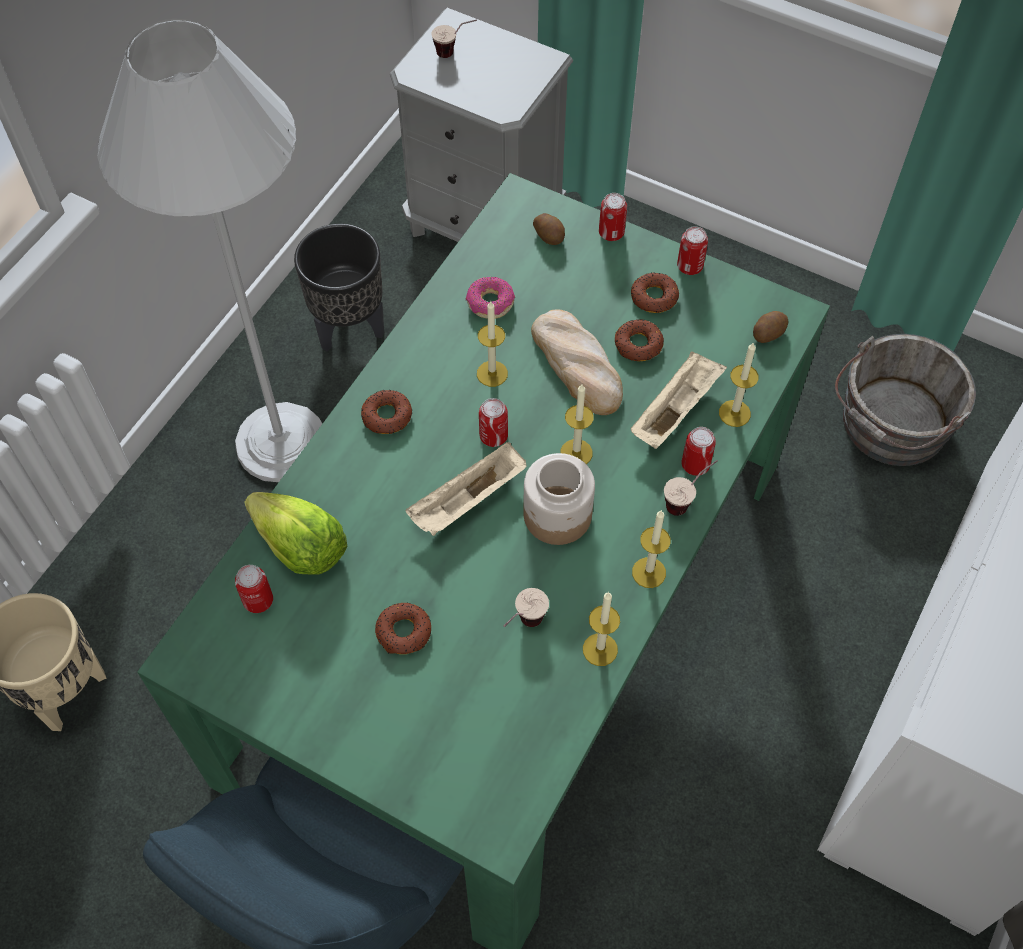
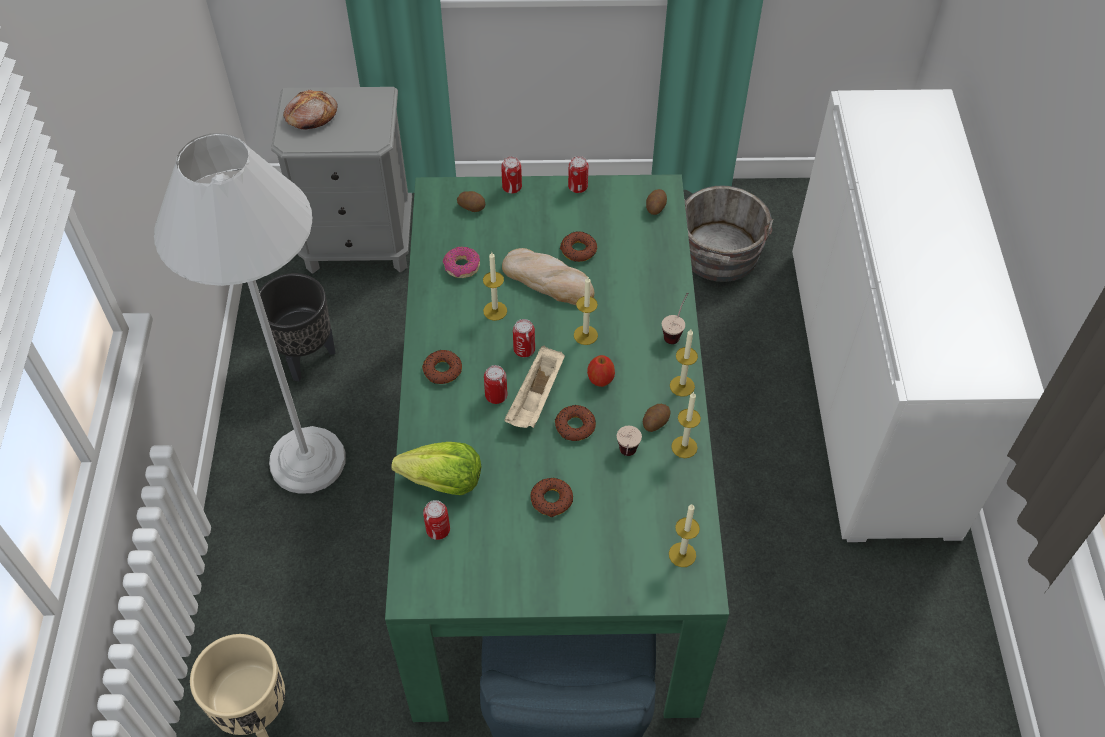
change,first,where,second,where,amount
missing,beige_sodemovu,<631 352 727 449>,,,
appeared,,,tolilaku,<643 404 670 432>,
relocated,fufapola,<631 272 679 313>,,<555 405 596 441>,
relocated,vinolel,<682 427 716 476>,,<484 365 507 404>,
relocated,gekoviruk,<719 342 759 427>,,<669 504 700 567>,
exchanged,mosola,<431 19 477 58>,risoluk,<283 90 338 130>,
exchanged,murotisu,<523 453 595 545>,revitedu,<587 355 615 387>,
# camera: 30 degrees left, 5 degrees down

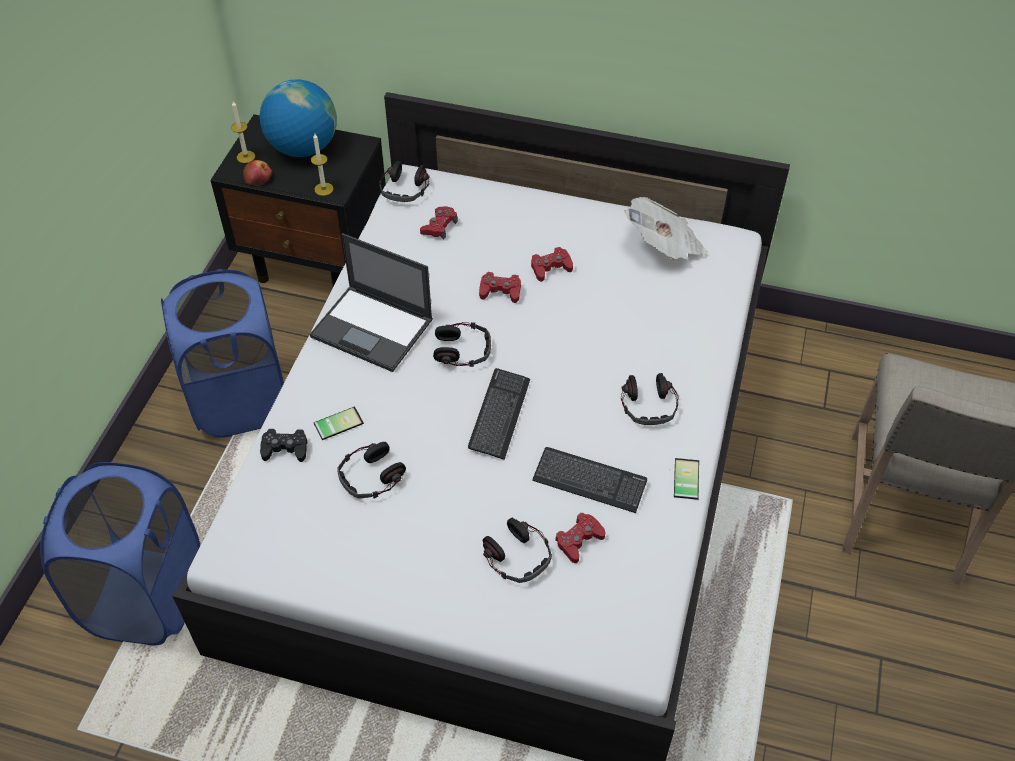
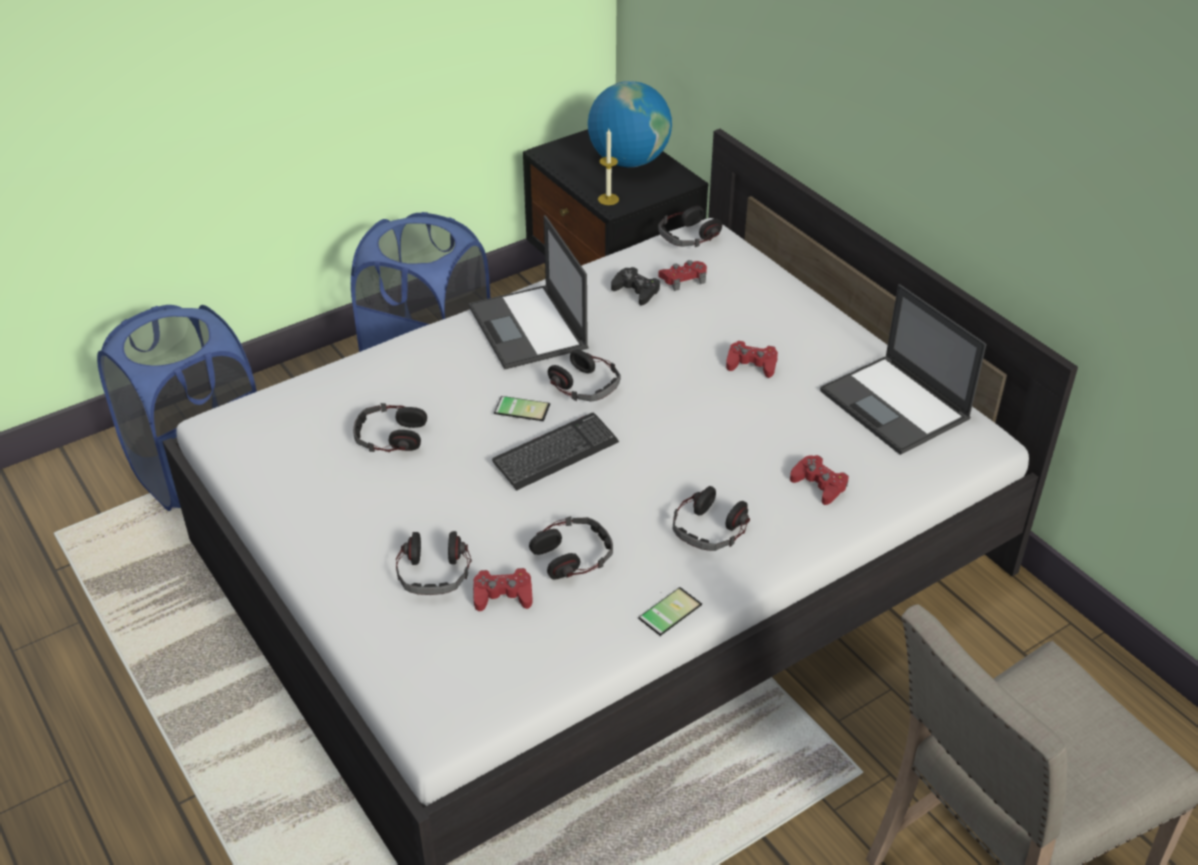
change,first,where,second,where,amount
missing,gekoviruk,<231 101 255 163>,,,
missing,revitedu,<243 160 272 185>,,,
relocated,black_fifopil,<260 429 307 462>,,<611 267 660 306>,
relocated,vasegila,<314 406 364 440>,,<494 396 550 421>,
relocated,red_fifopil,<479 272 521 303>,,<790 455 849 505>,
exchanged,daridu,<532 447 647 513>,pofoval,<529 516 613 579>,
exchanged,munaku,<625 197 708 260>,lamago,<820 284 986 455>,
# camera: 40 degrees right, 10 degrees down

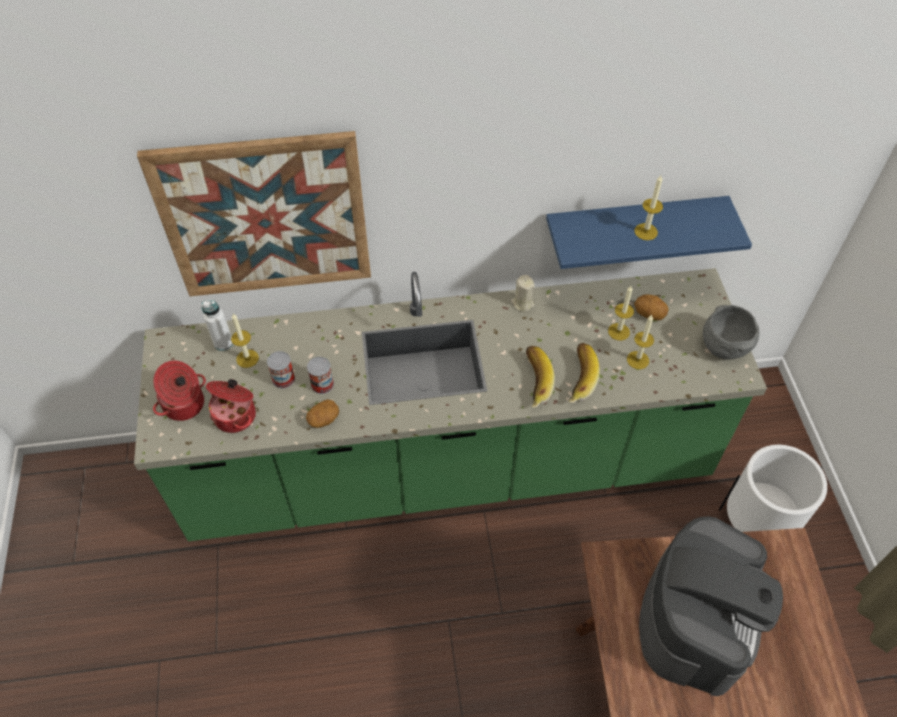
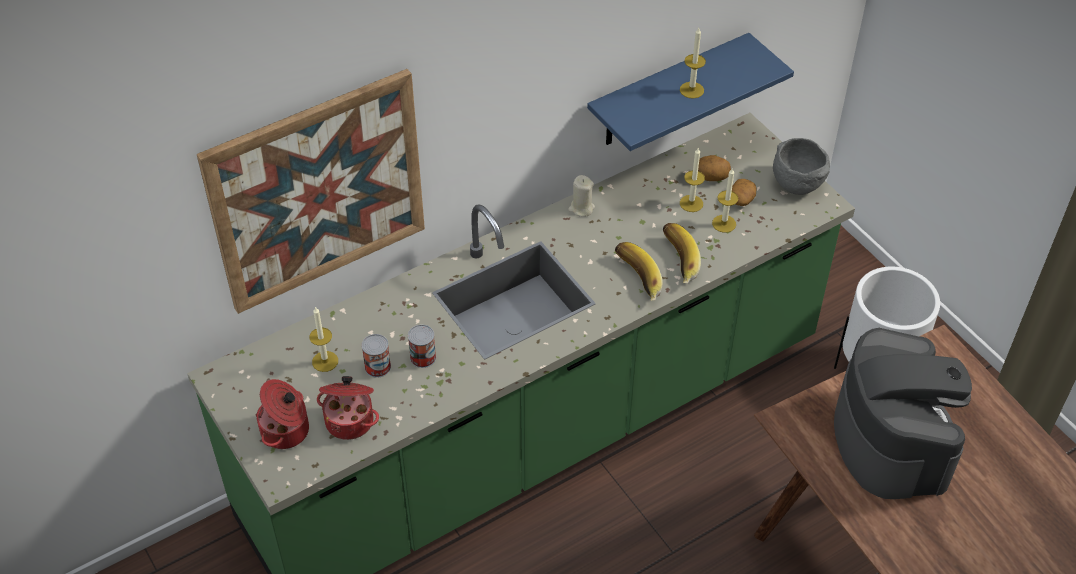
change,first,where,second,where,amount
missing,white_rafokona,<201 300 233 351>,,,
relocated,tolilaku,<306 399 339 428>,,<732 179 756 206>,
# camera: 25 degrees left, 5 degrees down

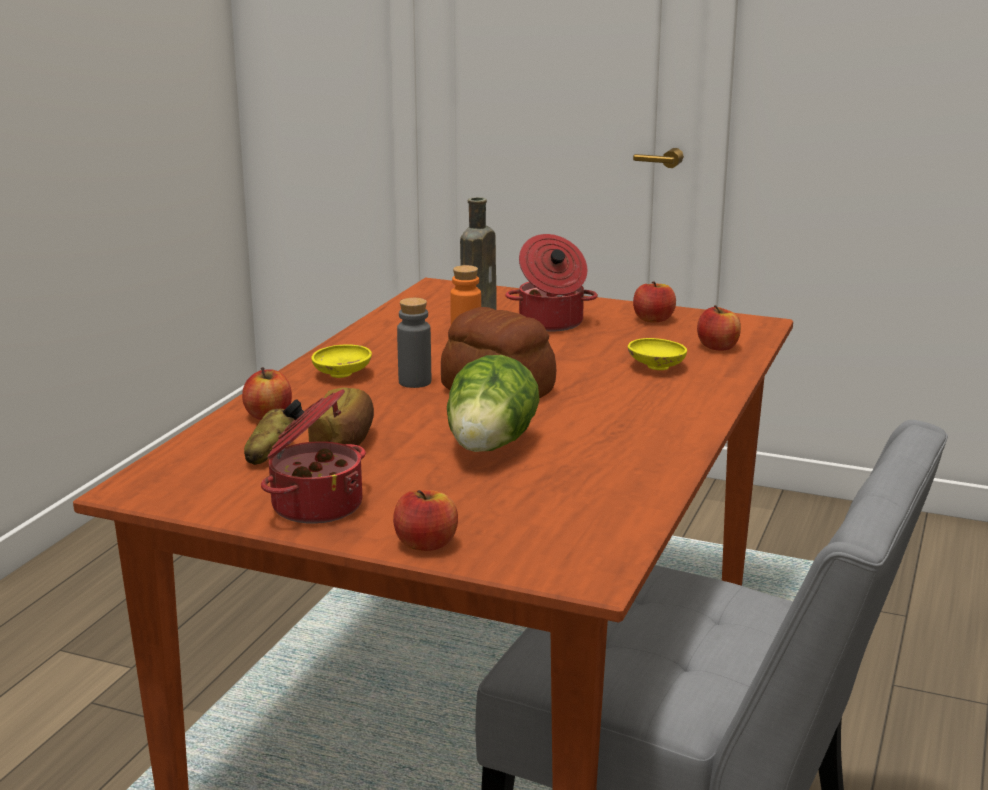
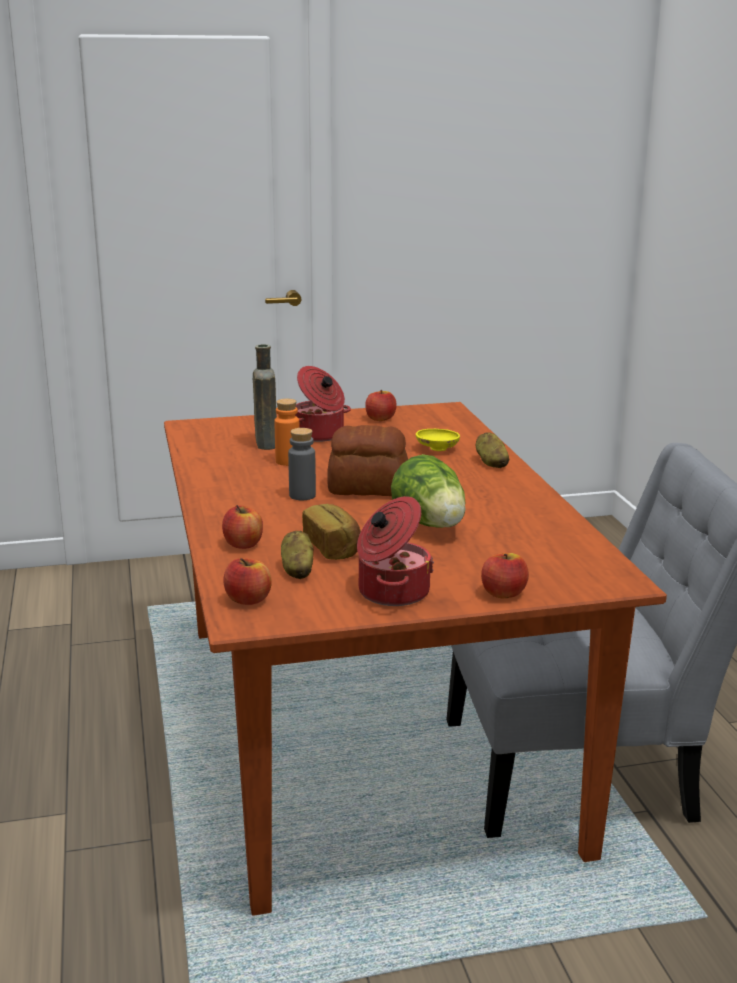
change,first,where,second,where,amount
missing,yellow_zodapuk,<311 344 372 378>,,,
appeared,,,tolilaku,<476 433 510 468>,
relocated,revitedu,<697 305 741 350>,,<224 558 272 605>,
# camera: 35 degrees left, 0 degrees up

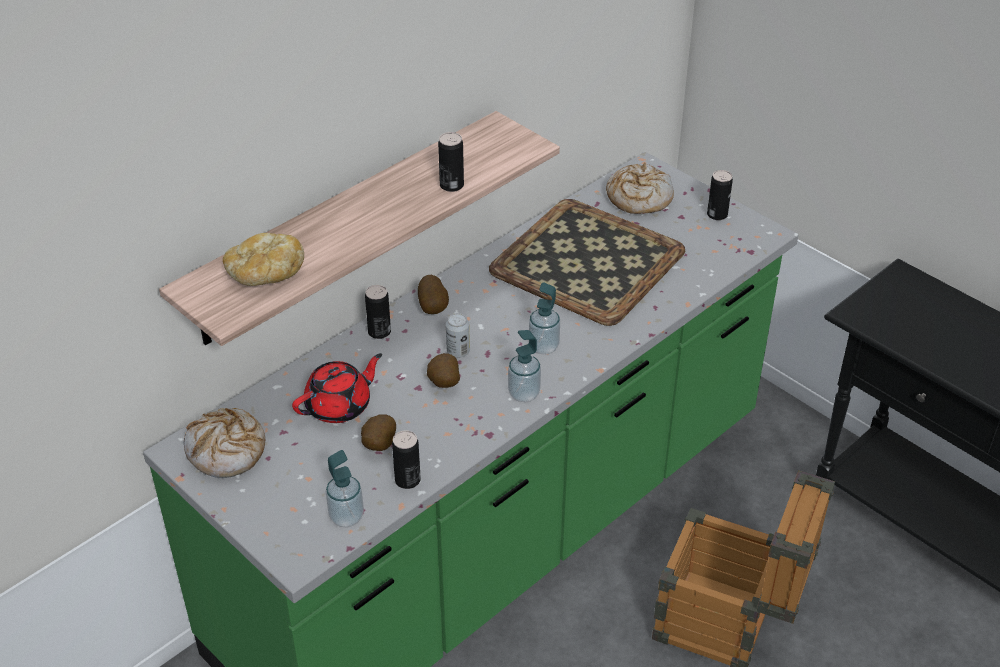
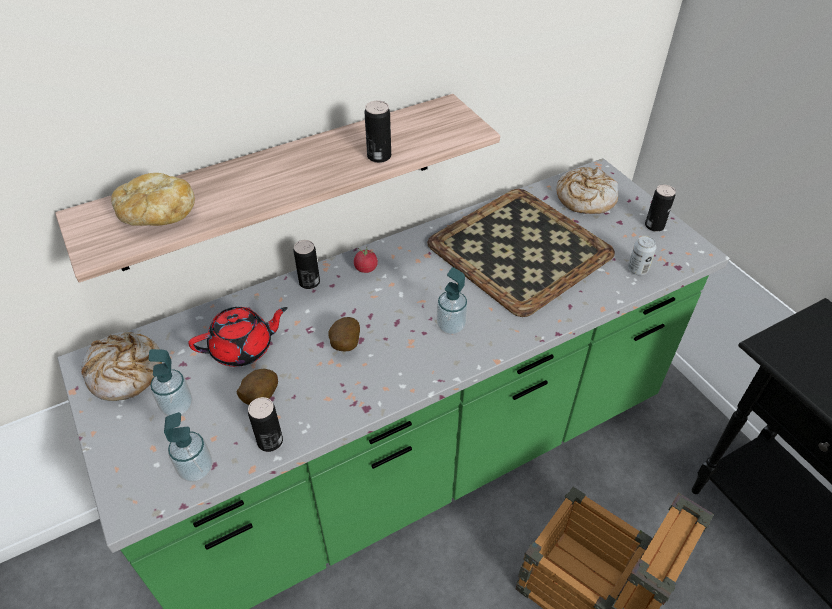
change,first,where,second,where,amount
relocated,vinolel,<446 313 470 358>,,<628 236 657 275>,
relocated,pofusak,<508 330 541 402>,,<149 349 192 416>,
exchanged,tolilaku,<418 275 449 314>,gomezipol,<354 246 378 273>,
# camera: 15 degrees right, 5 degrees up

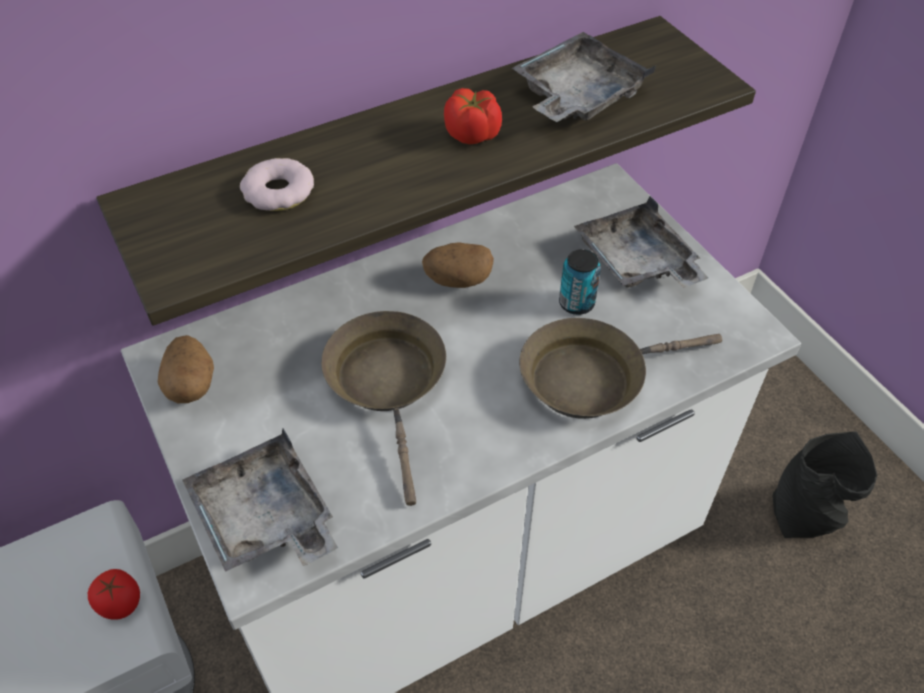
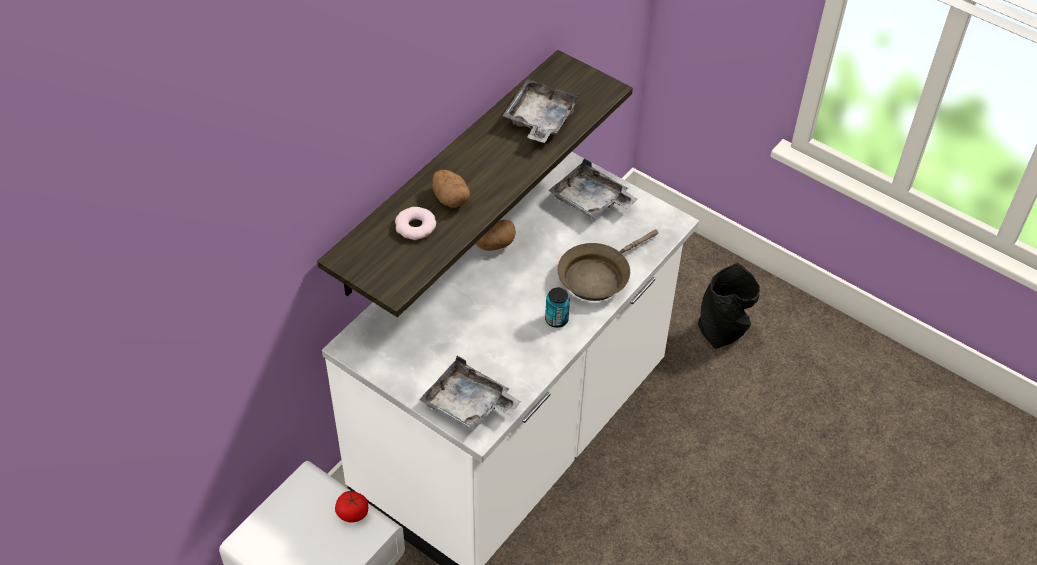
change,first,where,second,where,amount
missing,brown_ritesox,<321 311 446 506>,,,
missing,gomezipol,<444 88 502 144>,,,
relocated,tolilaku,<158 335 214 403>,,<432 170 470 208>,
relocated,vinolel,<559 249 601 315>,,<545 288 570 328>,
# camera: 25 degrees left, 0 degrees up

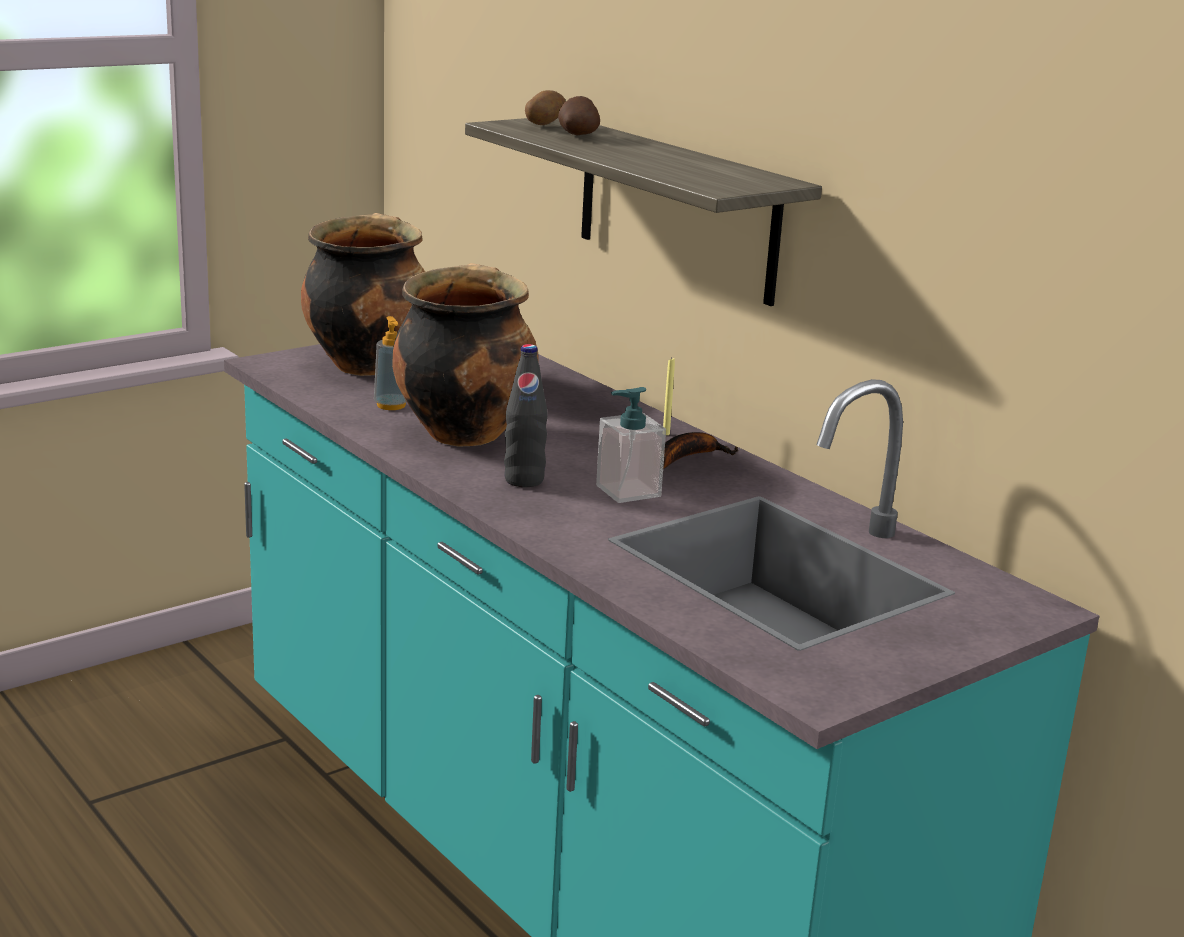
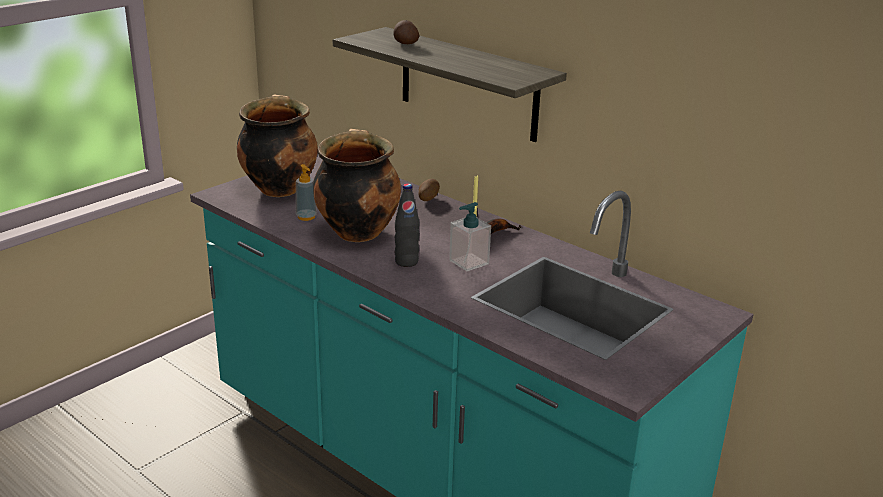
change,first,where,second,where,amount
relocated,tolilaku,<525 90 566 125>,,<418 179 440 201>,
# camera: 10 degrees left, 5 degrees up

